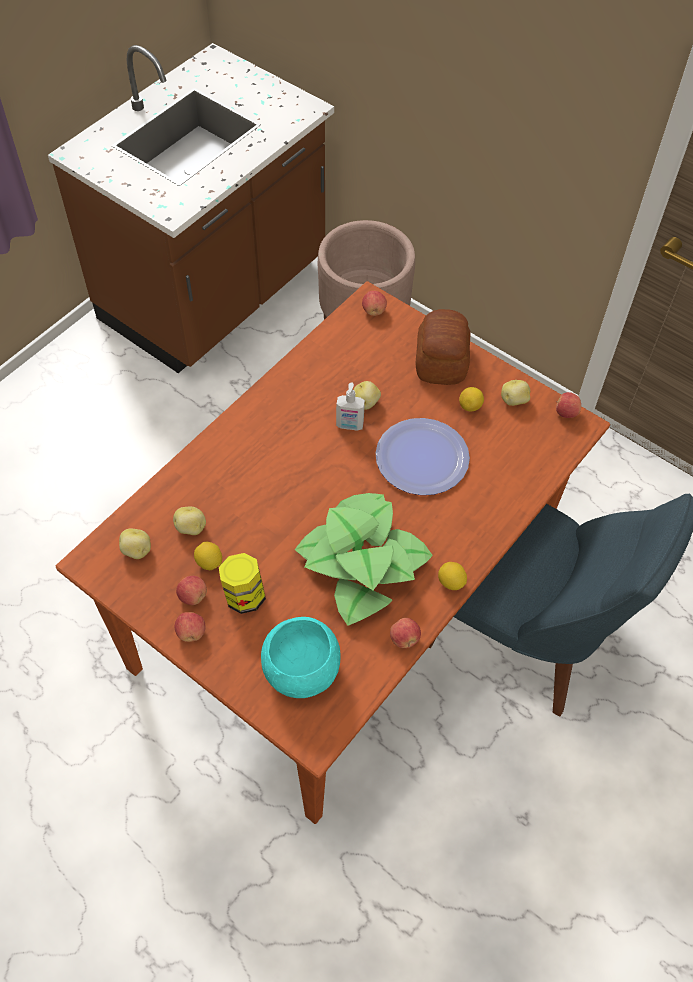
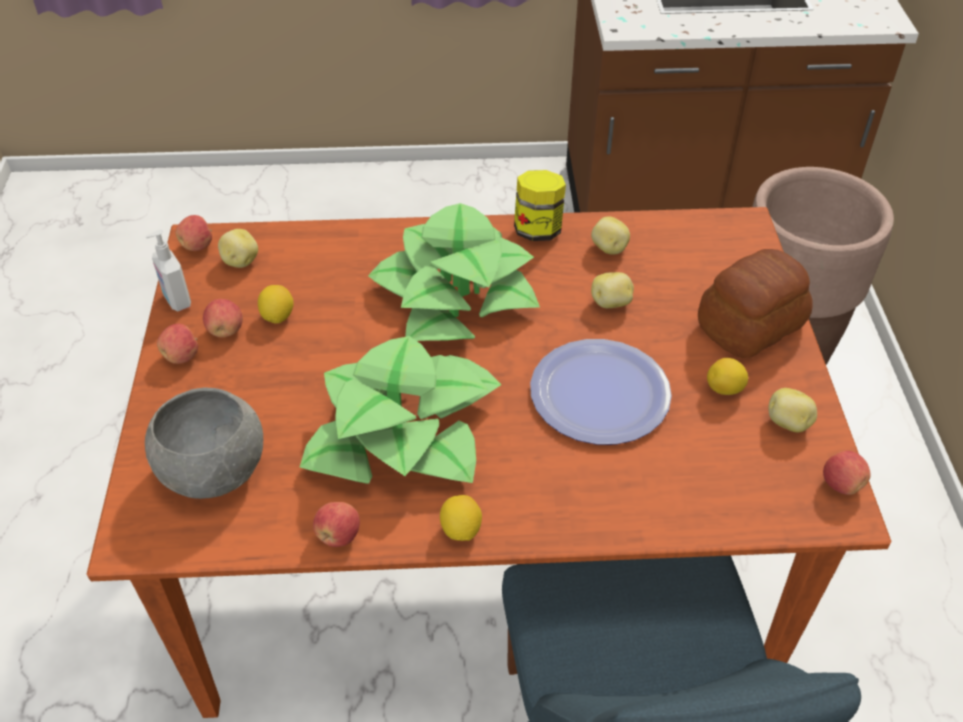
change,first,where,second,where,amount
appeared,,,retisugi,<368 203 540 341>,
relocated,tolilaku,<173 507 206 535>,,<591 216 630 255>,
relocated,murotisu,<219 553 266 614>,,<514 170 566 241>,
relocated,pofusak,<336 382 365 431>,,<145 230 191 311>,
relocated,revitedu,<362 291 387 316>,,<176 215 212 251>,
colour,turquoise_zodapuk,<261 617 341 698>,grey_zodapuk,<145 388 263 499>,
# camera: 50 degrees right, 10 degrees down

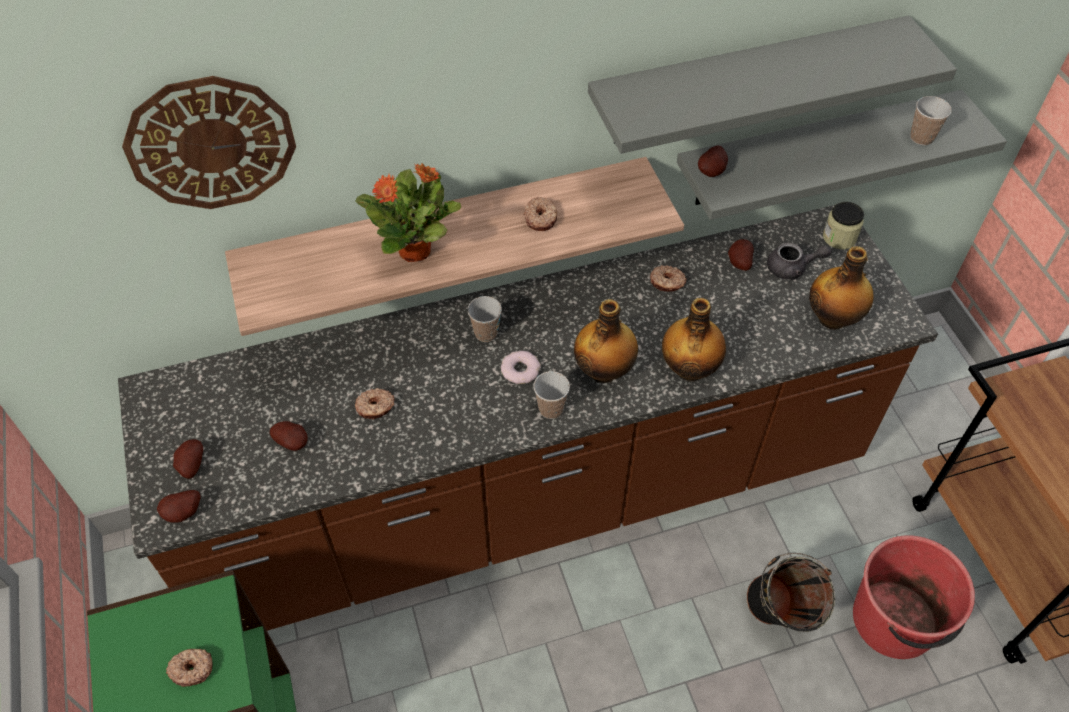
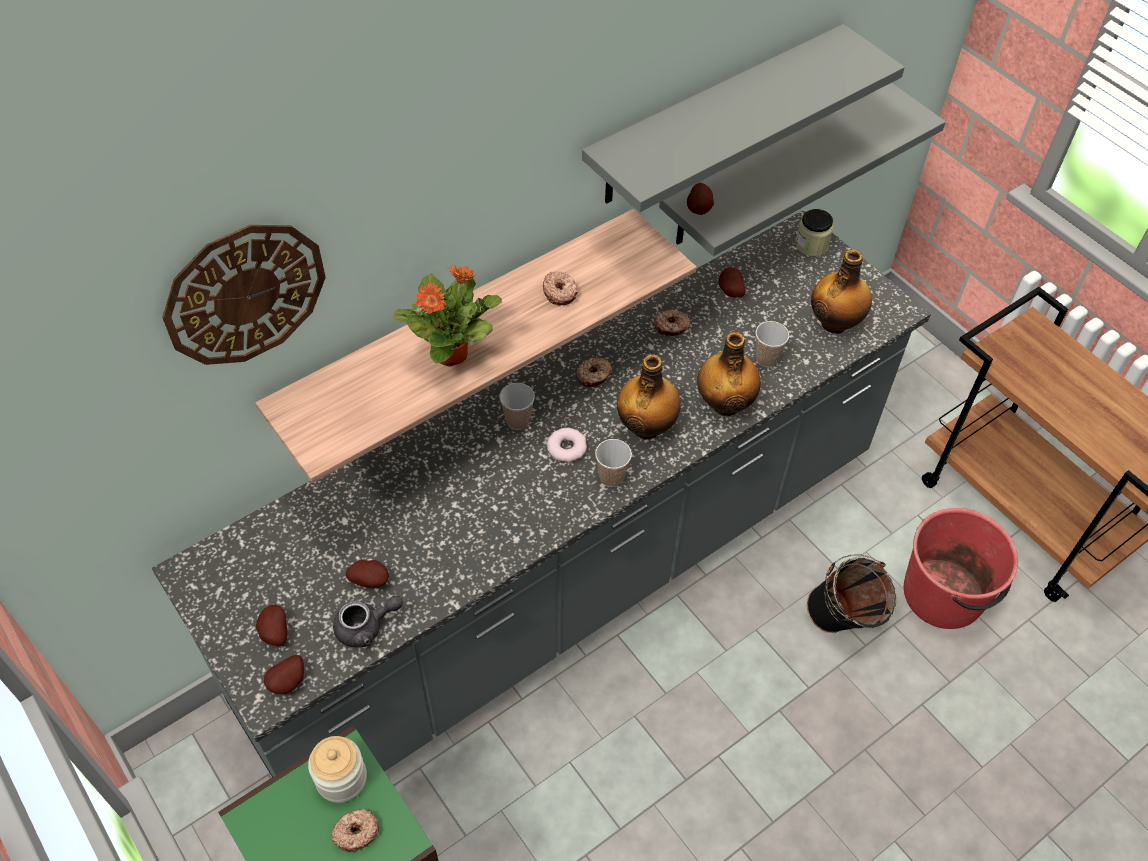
change,first,where,second,where,amount
appeared,,,murotisu,<308 736 367 803>,
relocated,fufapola,<355 388 395 420>,,<576 358 612 387>,
relocated,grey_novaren,<767 243 831 280>,,<333 595 403 647>,
relocated,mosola,<910 96 952 145>,,<755 321 789 367>,
colour,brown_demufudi,<118 205 938 631>,grey_demufudi,<152 210 931 777>,
# camera: 20 degrees left, 0 degrees up

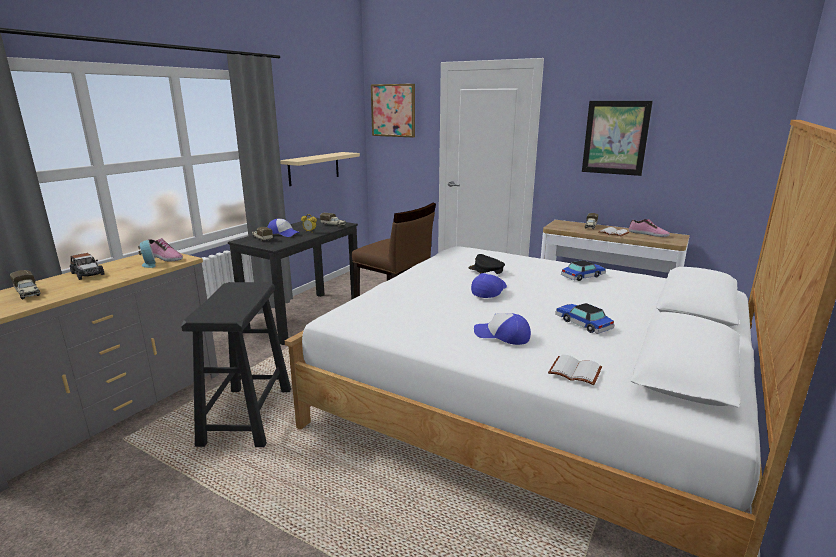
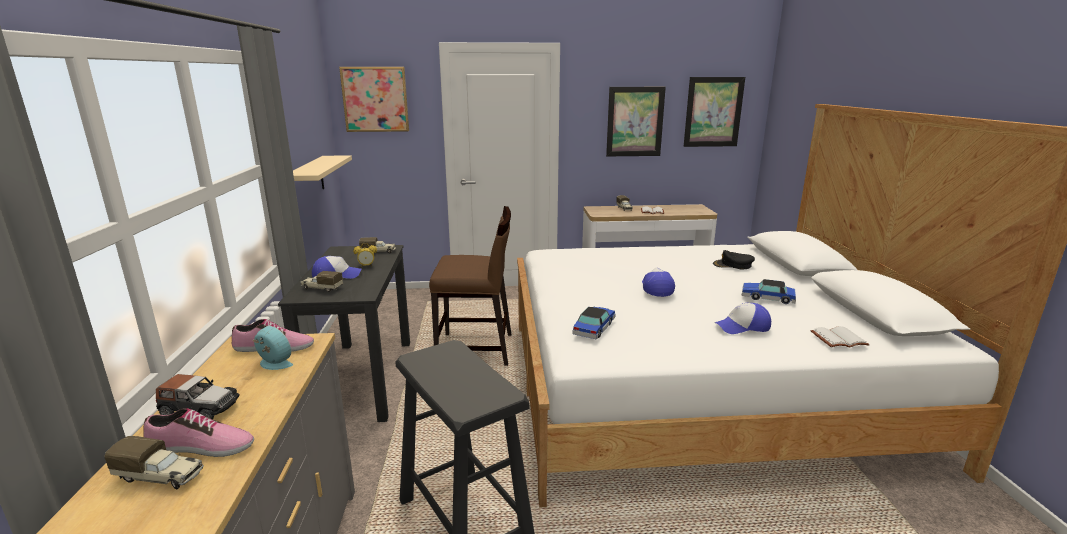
change,first,where,second,where,amount
appeared,,,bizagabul,<684 77 745 147>,
relocated,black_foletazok,<468 254 505 274>,,<713 250 755 269>,
relocated,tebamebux,<561 260 606 281>,,<572 306 616 339>,
relocated,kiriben,<629 219 670 237>,,<143 408 254 457>,
# camera: 35 degrees left, 0 degrees up

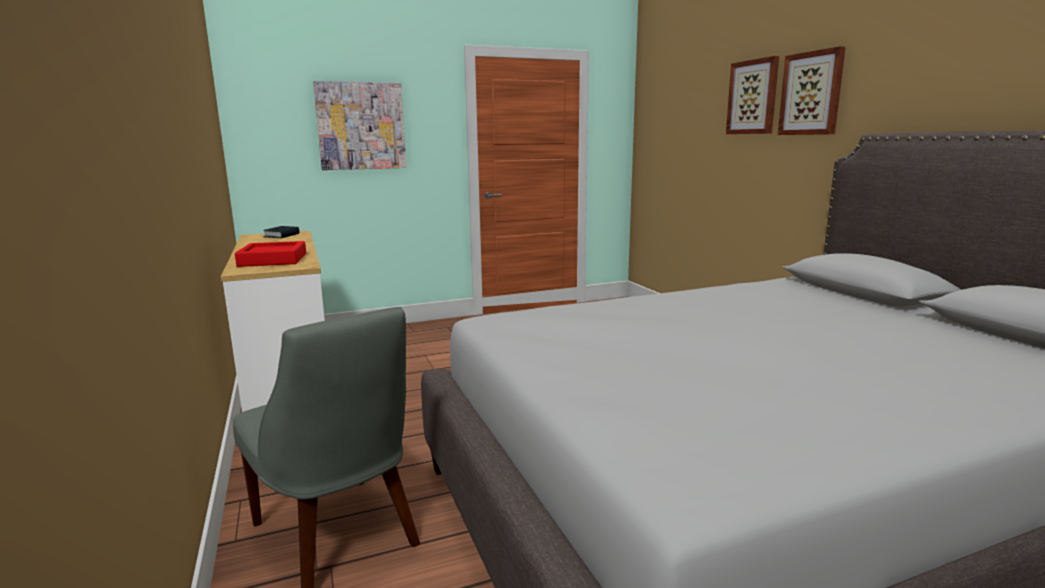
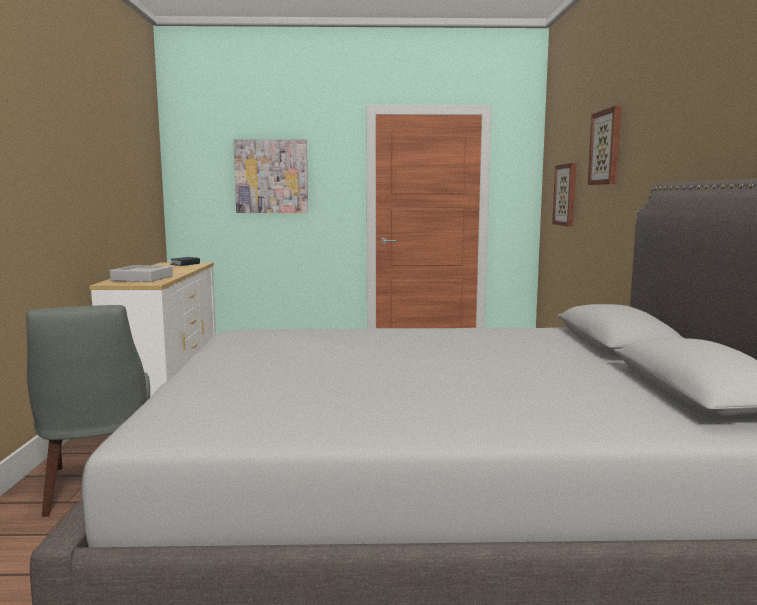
change,first,where,second,where,amount
relocated,bizagabul,<778 46 846 135>,,<552 163 577 227>,
colour,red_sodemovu,<235 241 306 267>,grey_sodemovu,<110 265 173 282>,
# camera: 20 degrees right, 5 degrees down

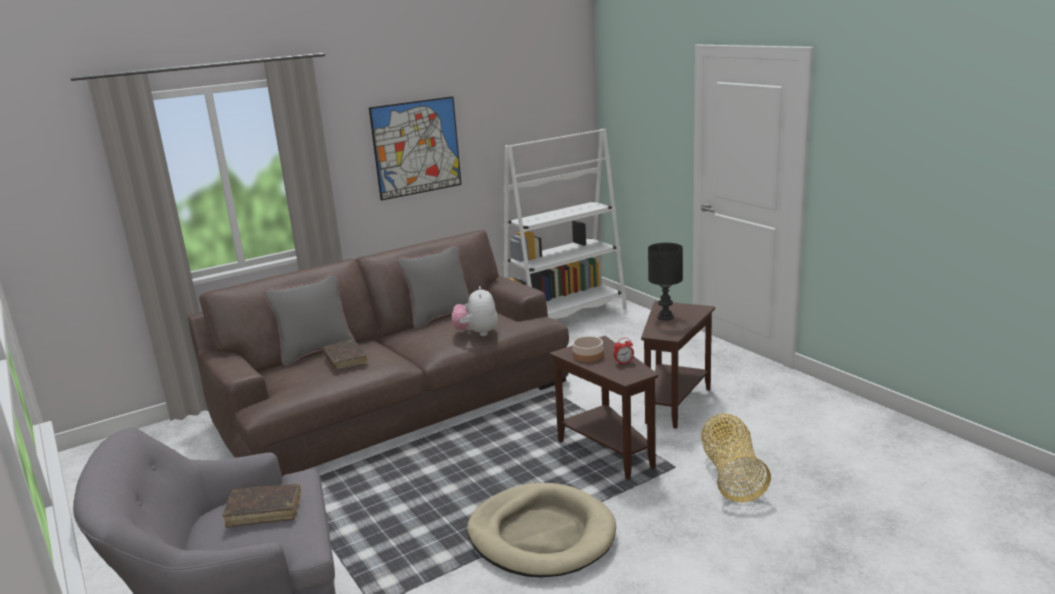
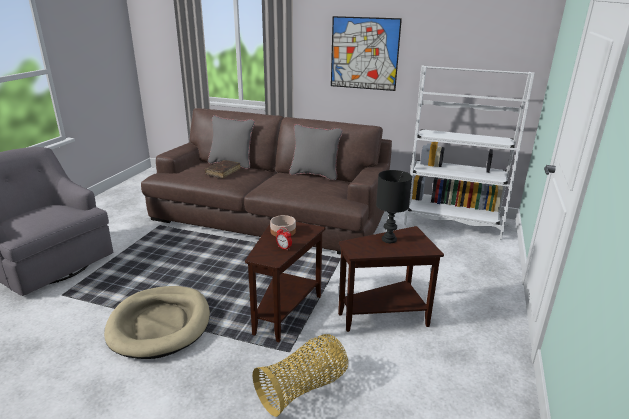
change,first,where,second,where,amount
missing,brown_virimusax,<223 484 301 528>,,,
missing,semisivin,<452 286 498 336>,,,
# camera: 50 degrees right, 5 degrees up

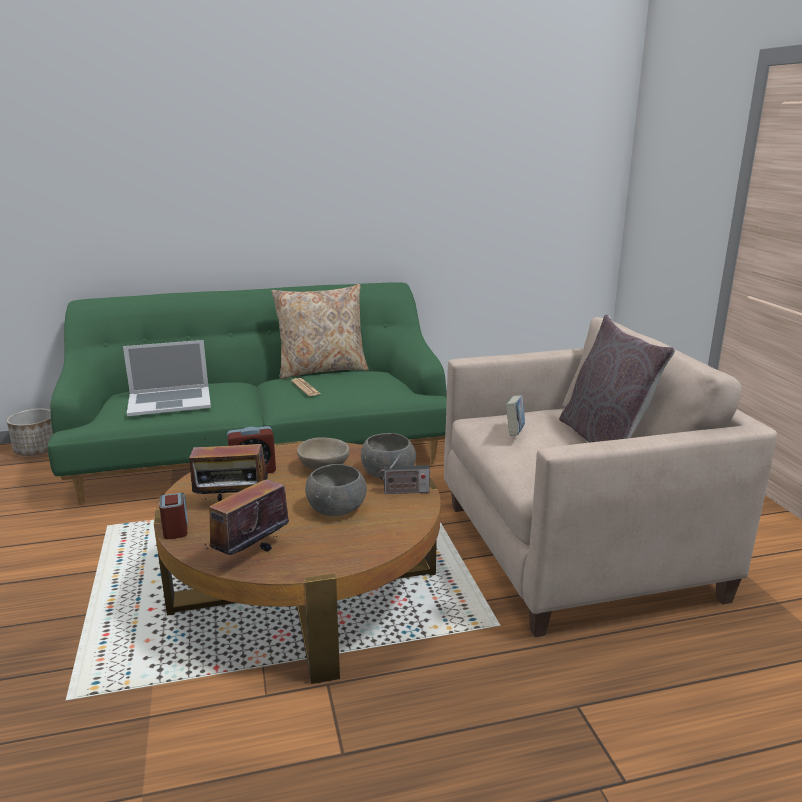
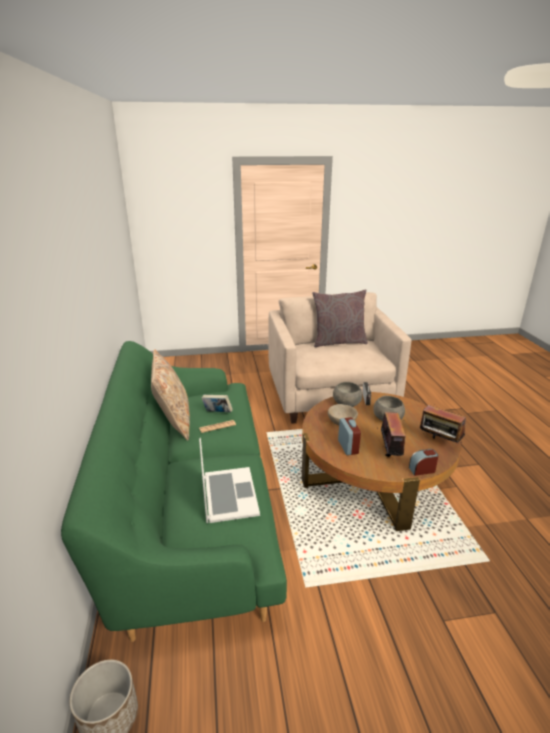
change,first,where,second,where,amount
relocated,virimusax,<506 395 525 436>,,<202 395 233 412>,
# camera: 85 degrees left, 5 degrees up

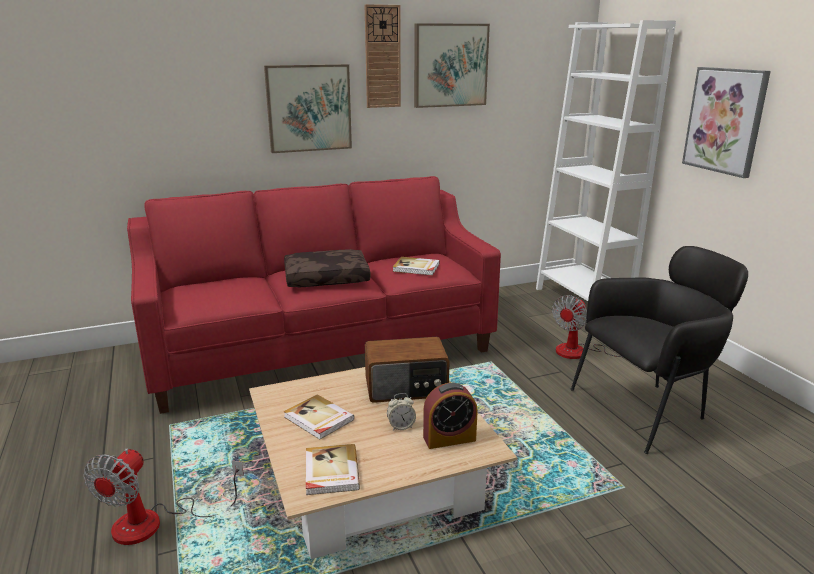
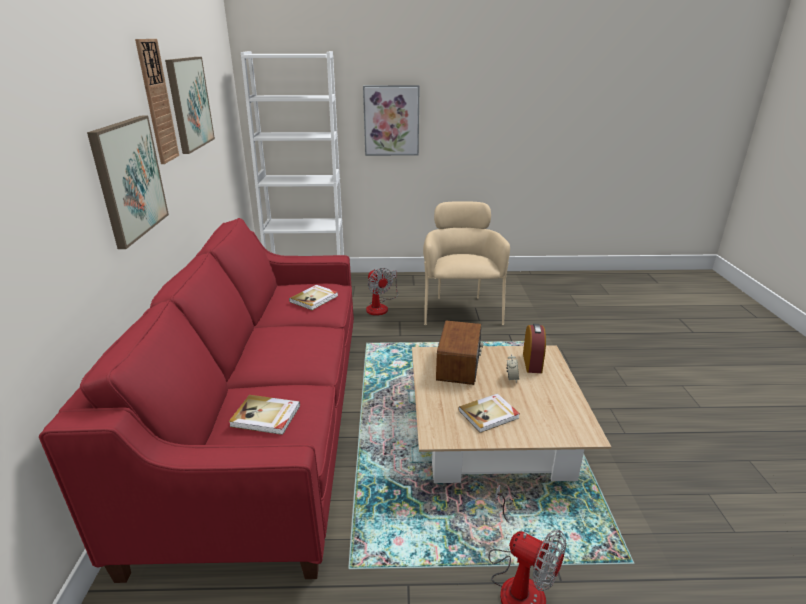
change,first,where,second,where,amount
missing,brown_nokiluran,<284 249 371 288>,,,
relocated,virimusax,<306 444 360 495>,,<229 395 300 435>,
colour,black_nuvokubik,<571 246 748 454>,beige_nuvokubik,<423 201 510 325>,
# camera: 70 degrees left, 5 degrees up

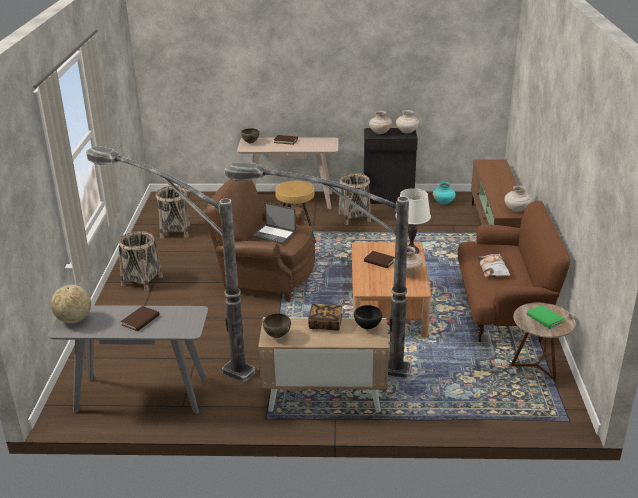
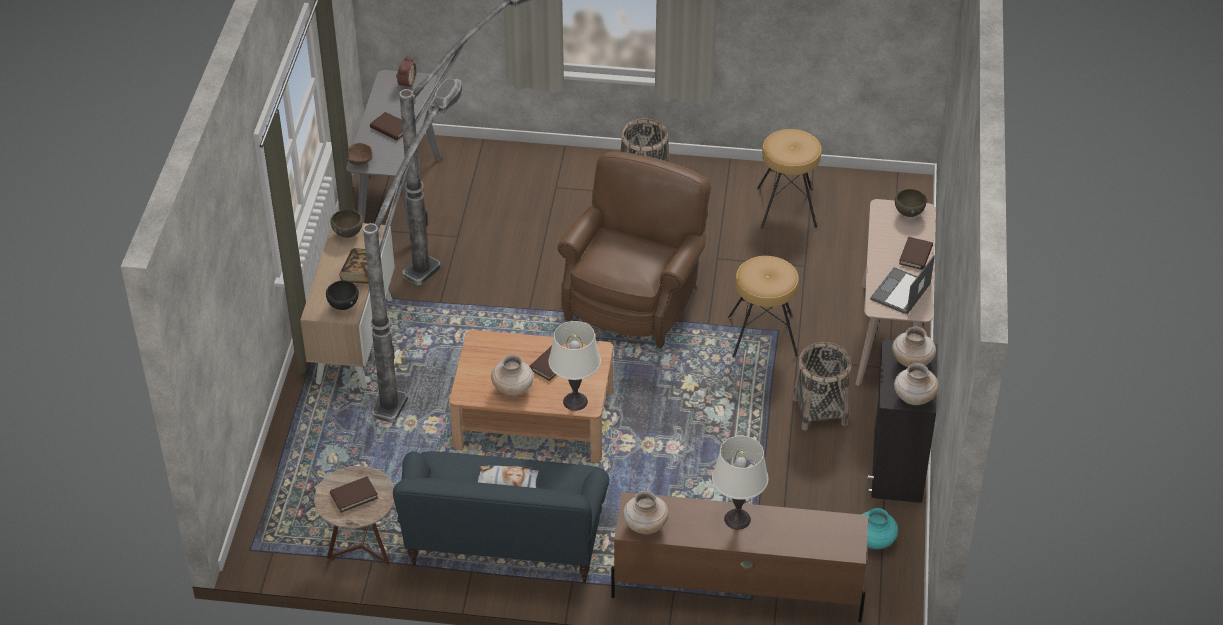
change,first,where,second,where,amount
appeared,,,brown_zodapuk,<347 143 373 165>,
appeared,,,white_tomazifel,<712 436 768 530>,
relocated,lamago,<252 202 296 244>,,<870 255 935 315>,
exchanged,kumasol,<51 285 91 323>,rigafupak,<396 55 416 89>,
exchanged,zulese,<155 186 190 238>,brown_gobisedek,<757 129 821 228>,
colour,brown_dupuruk,<457 201 570 343>,blue_dupuruk,<393 451 609 583>,
colour,green_virimusax,<527 305 564 329>,brown_virimusax,<330 476 378 513>,
# camera: 95 degrees right, 15 degrees up

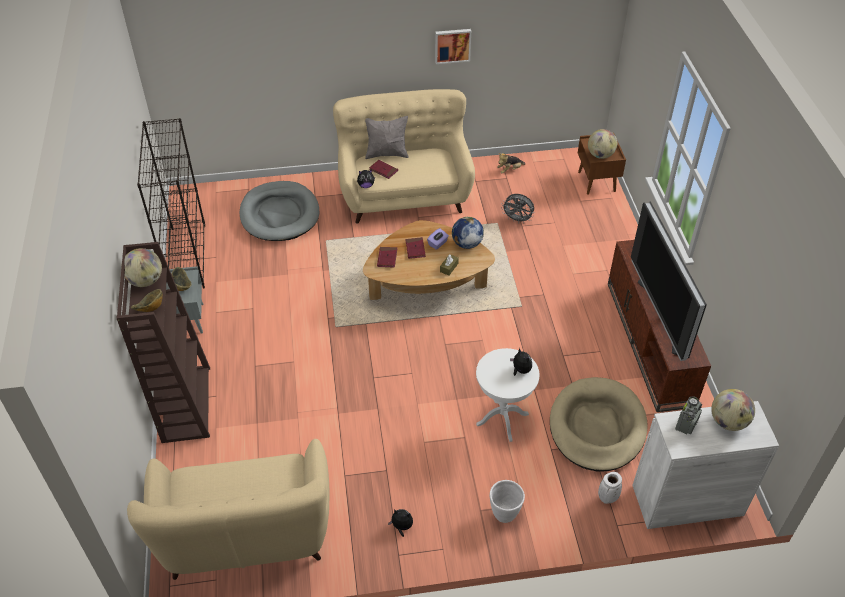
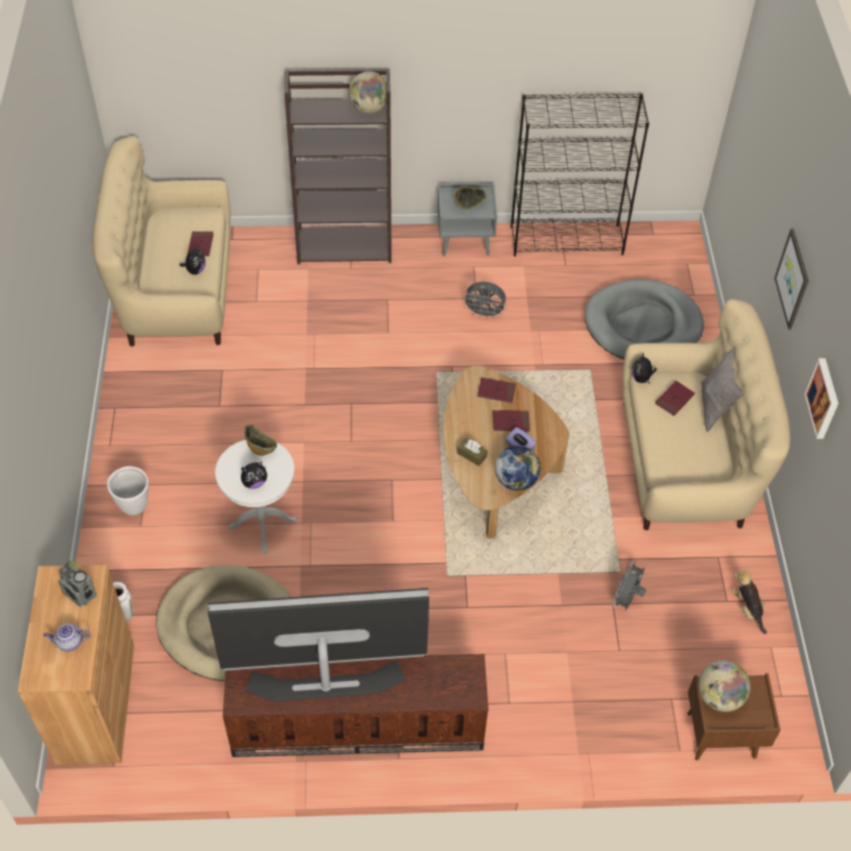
change,first,where,second,where,amount
appeared,,,red_virimusax,<187 231 214 256>,
appeared,,,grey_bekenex,<462 282 507 319>,
appeared,,,bizagabul,<774 229 809 330>,
relocated,zodapuk,<131 289 163 312>,,<244 424 277 456>,
relocated,semisivin,<388 509 413 537>,,<180 246 206 275>,
exchanged,kumasol,<711 389 755 431>,novaren,<43 624 91 651>,
colour,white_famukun,<632 401 779 529>,brown_famukun,<18 565 134 765>,
# camera: 95 degrees right, 5 degrees up

